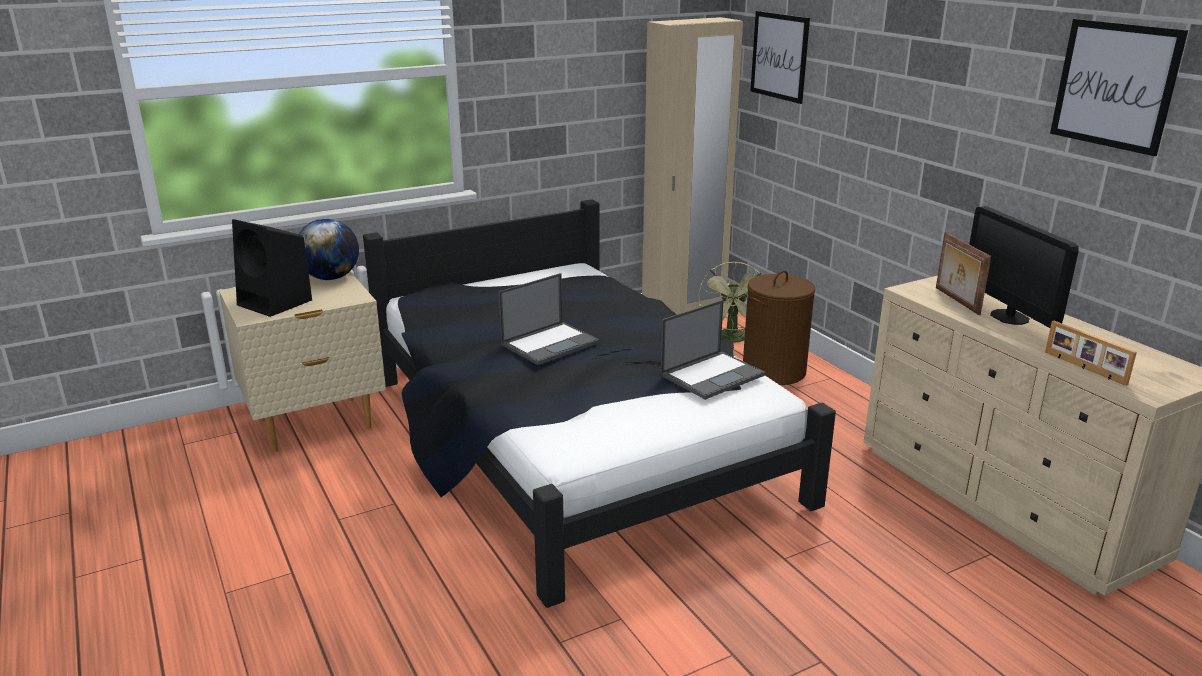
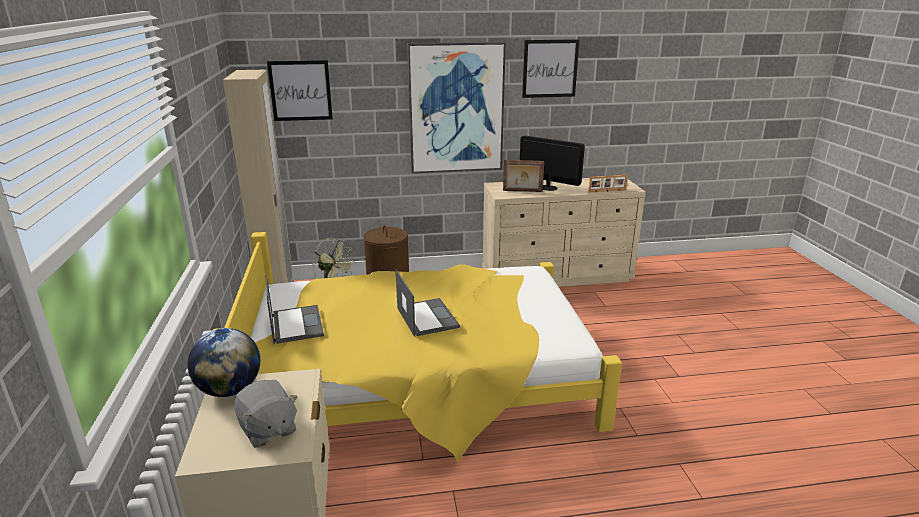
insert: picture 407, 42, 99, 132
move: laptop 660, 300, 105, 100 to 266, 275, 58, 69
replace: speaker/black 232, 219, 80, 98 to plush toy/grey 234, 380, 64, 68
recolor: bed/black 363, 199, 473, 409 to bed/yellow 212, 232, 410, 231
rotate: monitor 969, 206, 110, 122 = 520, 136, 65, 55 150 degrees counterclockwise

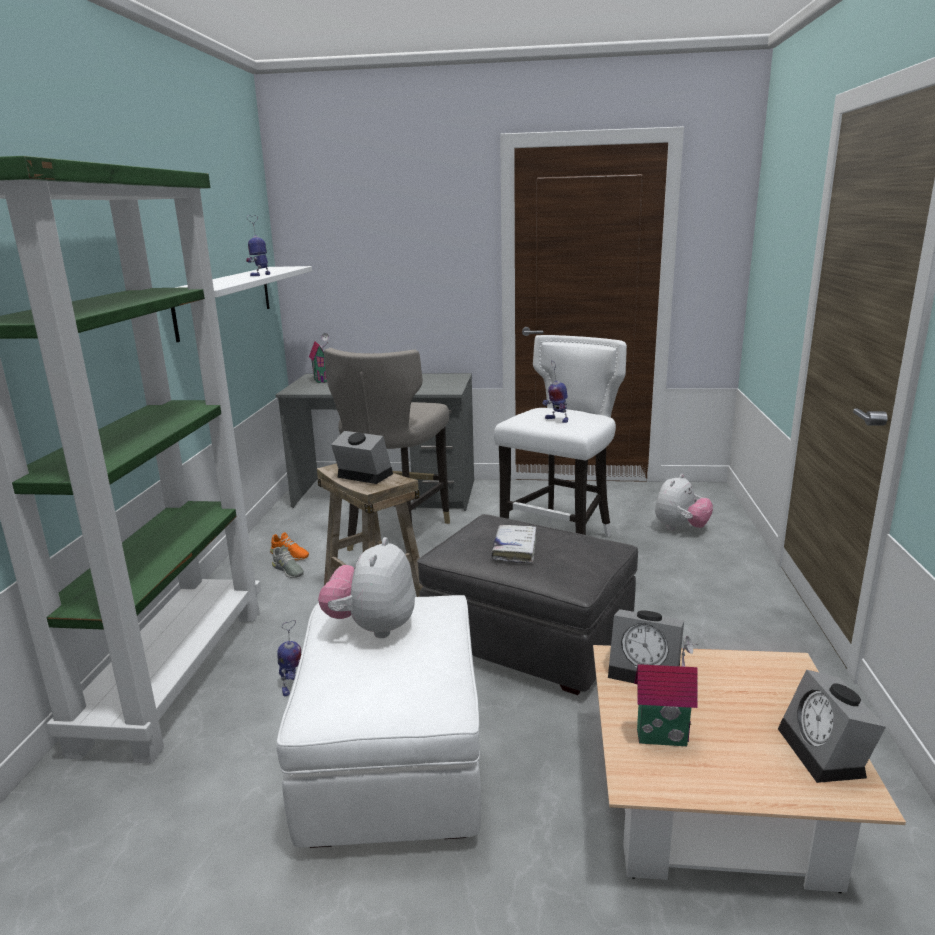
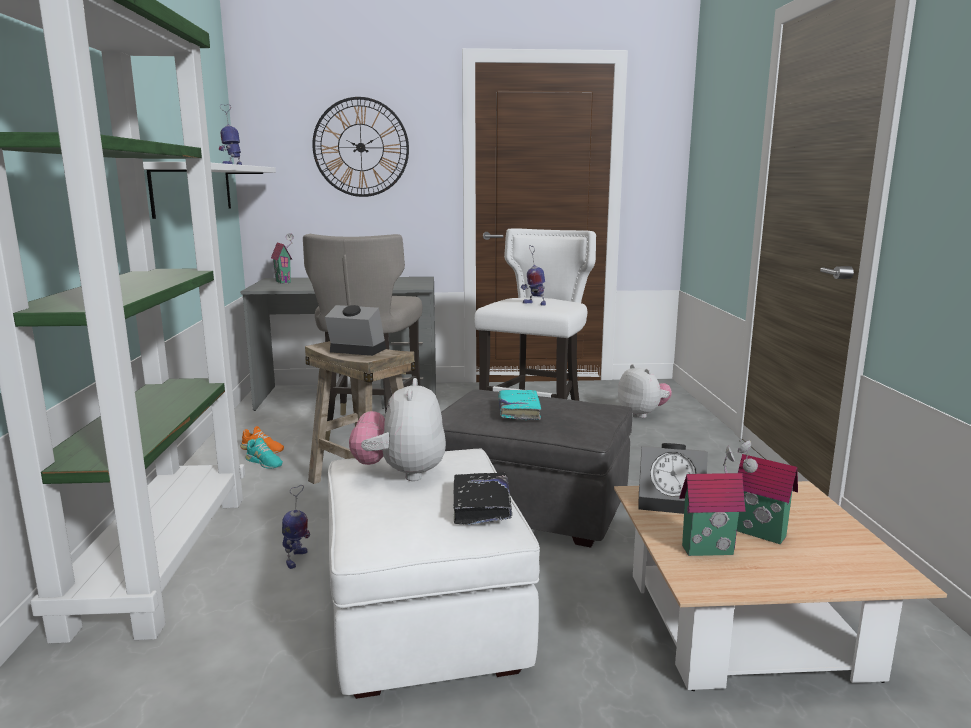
delete: alarm clock 778, 669, 108, 114
insert: wall clock 312, 97, 97, 100; toy house 737, 440, 61, 104; book/black 453, 472, 59, 52
recolor: book/white 491, 525, 45, 39 to book/turquoise 499, 390, 42, 31; shoe/grey 272, 547, 32, 31 to shoe/turquoise 246, 438, 37, 31
rotate: plush toy 655, 474, 58, 56 = 618, 364, 54, 54 60 degrees counterclockwise

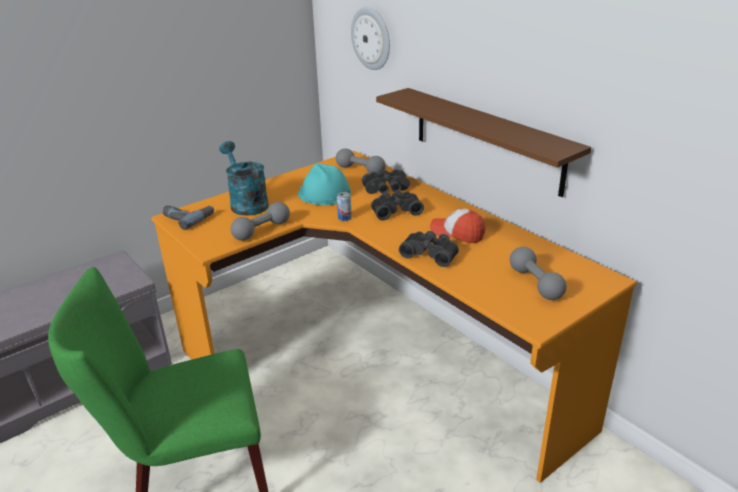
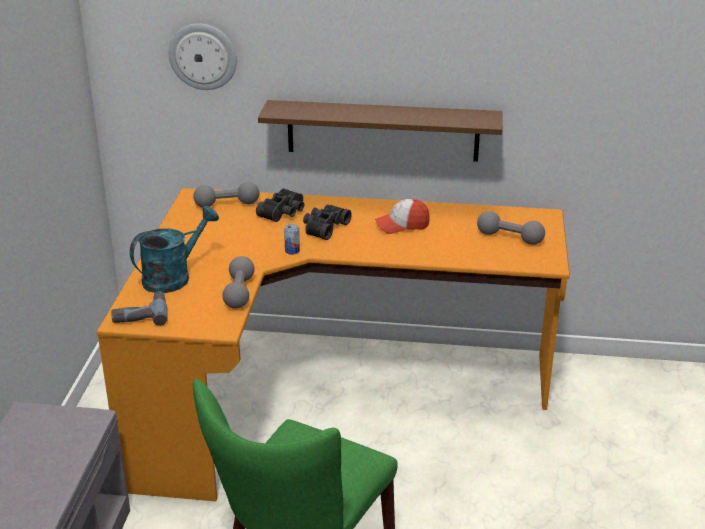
delete: hard hat/turquoise 298, 163, 53, 42; binoculars/black 399, 231, 60, 36
rotate: watering can/turquoise 219, 141, 50, 75 = 130, 206, 89, 87 120 degrees clockwise

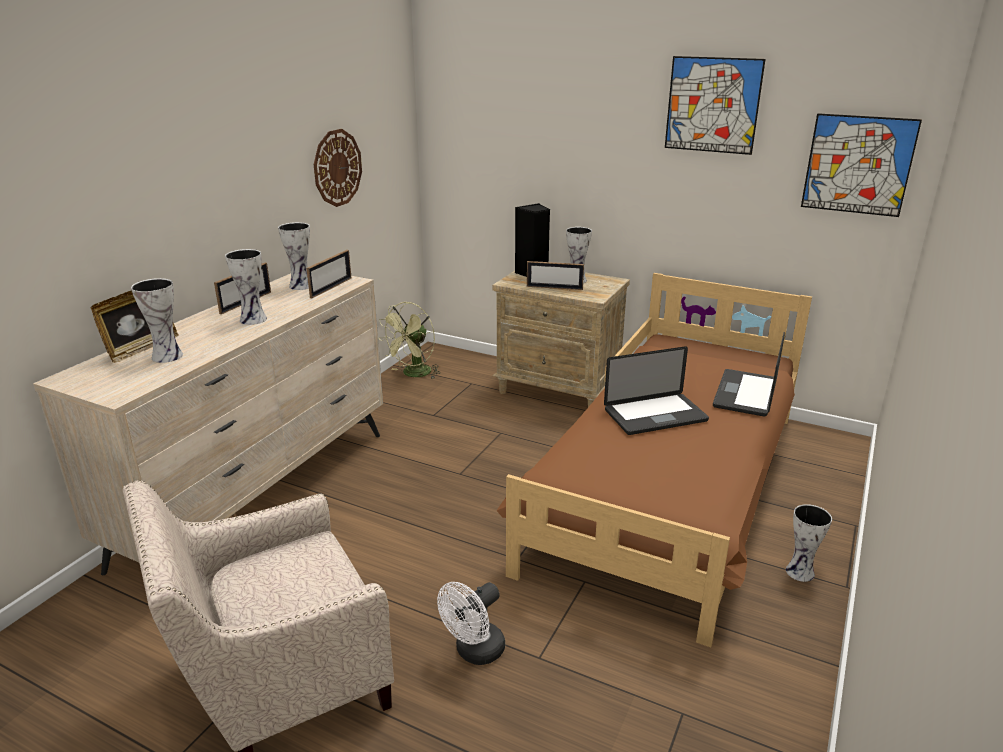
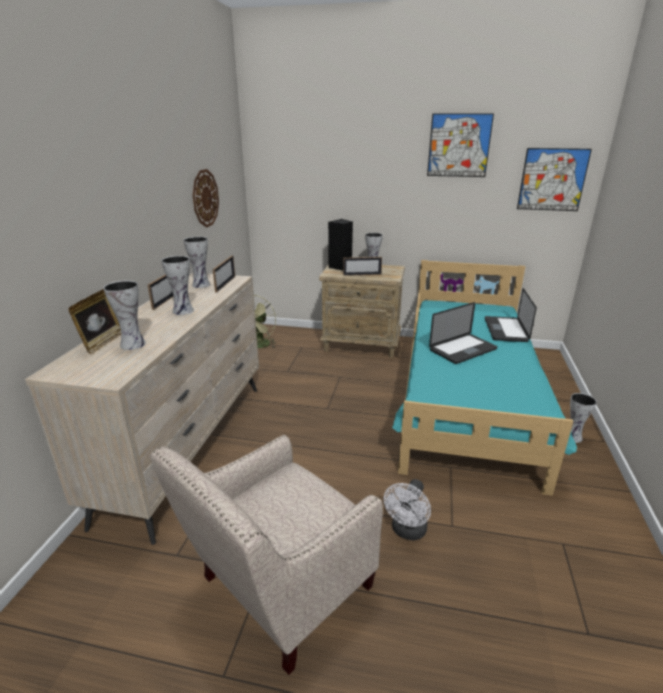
recolor: bed/brown 496, 273, 316, 374 to bed/turquoise 392, 260, 185, 236

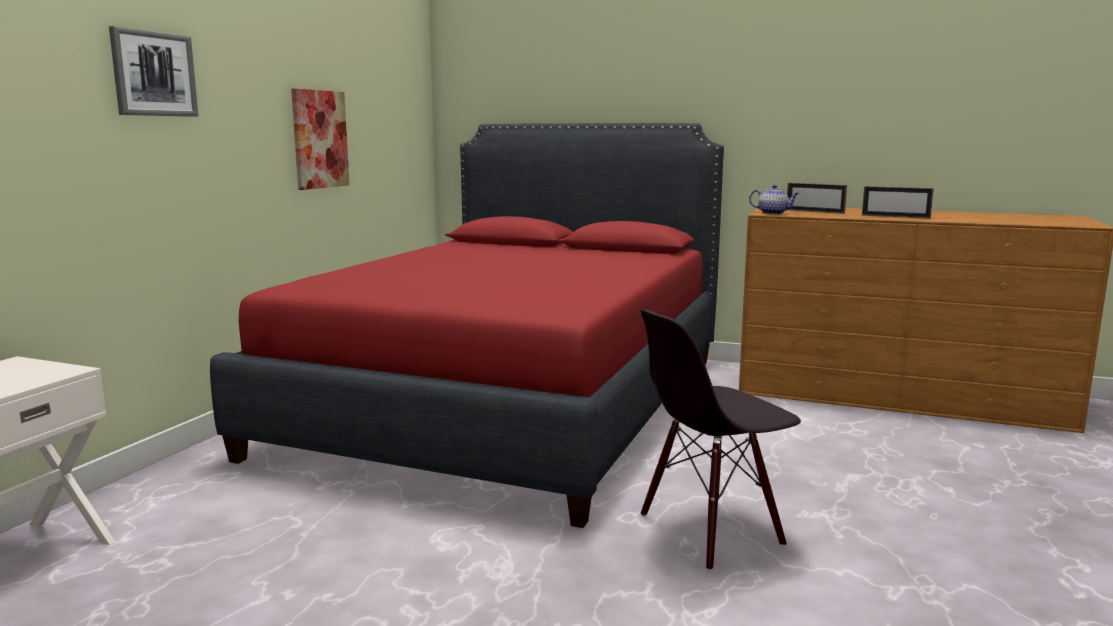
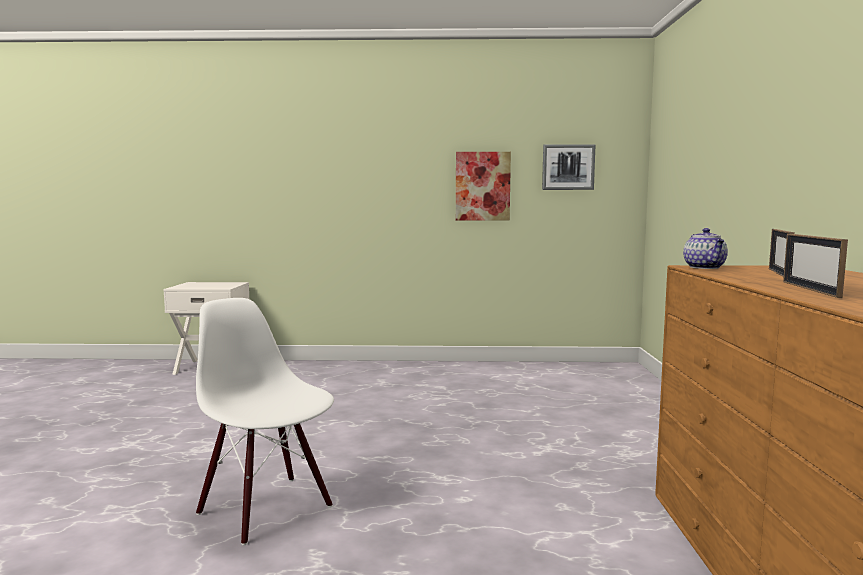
delete: bed/red 210, 123, 514, 405
move: picture 109, 26, 90, 91 to 542, 144, 53, 46
recolor: chair/black 640, 309, 161, 262 to chair/white 196, 298, 138, 247

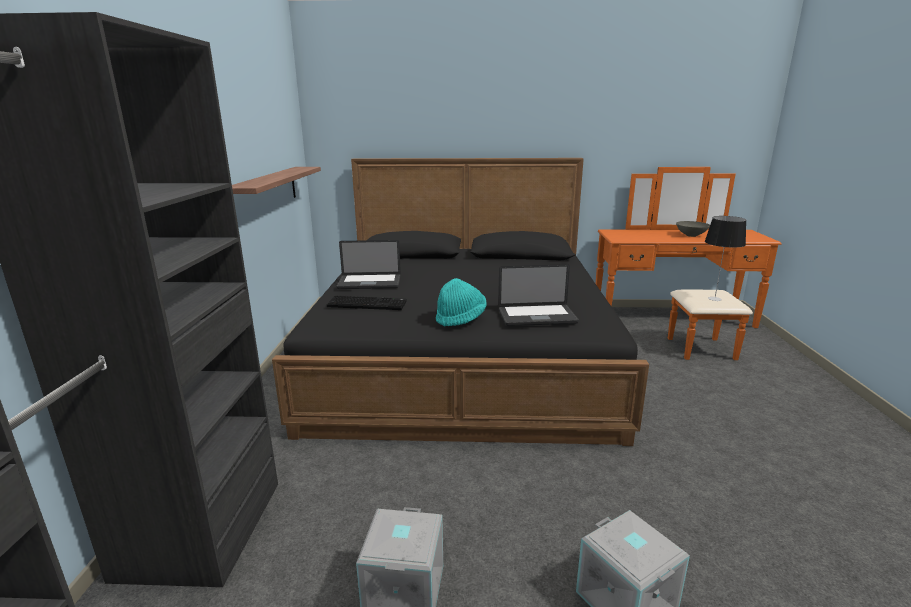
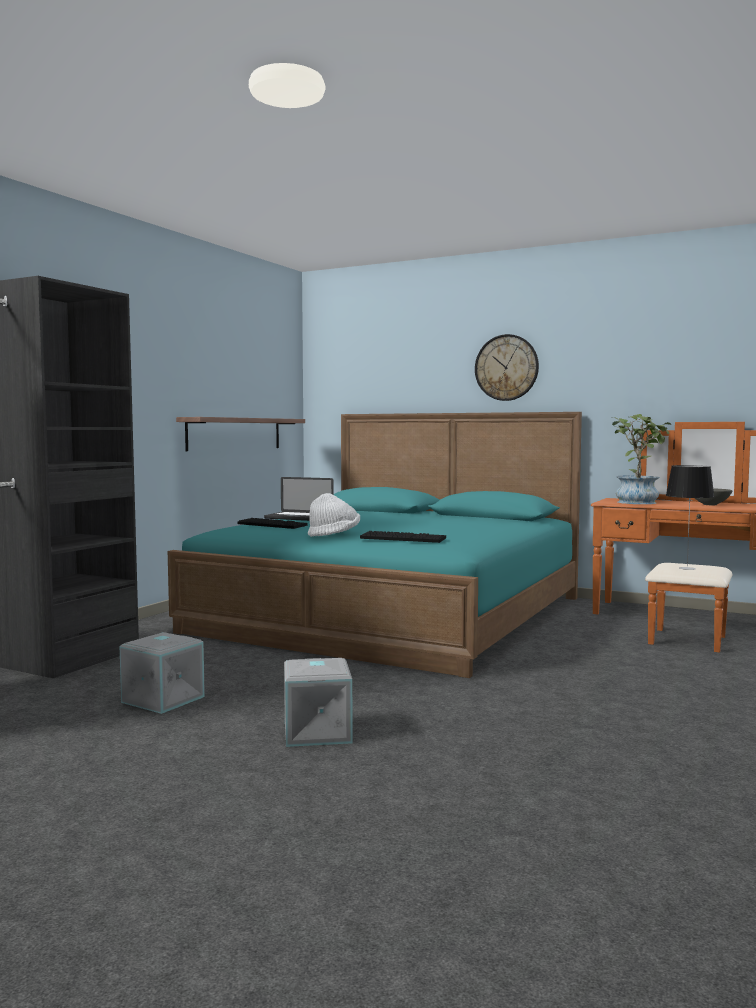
insert: wall clock 475, 334, 64, 67; potted plant 612, 414, 59, 90
replace: laptop 498, 264, 81, 62 to keyboard 360, 531, 86, 12
recolor: bed/black 272, 158, 377, 288 to bed/turquoise 168, 412, 414, 266; hat/turquoise 436, 278, 51, 49 to hat/white 308, 493, 52, 44

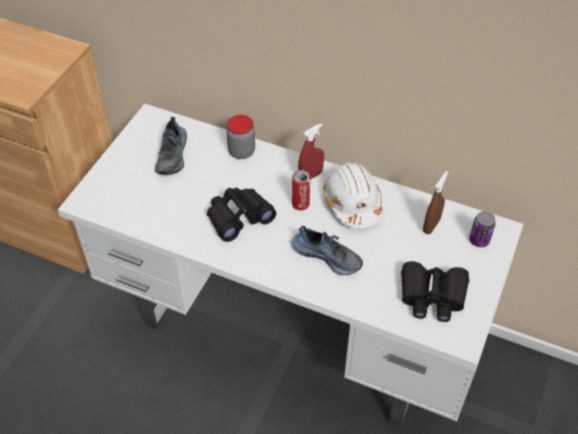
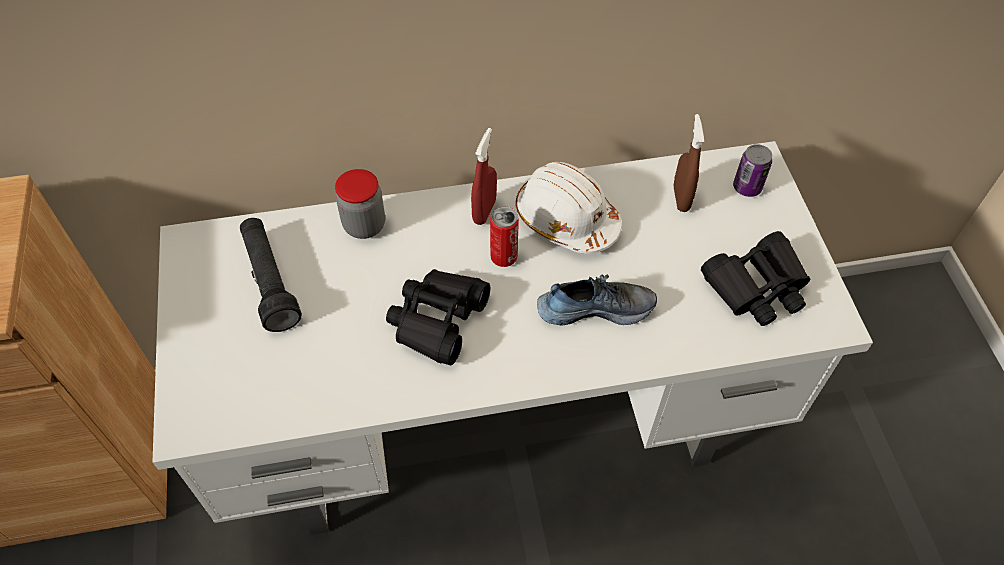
replace: shoe 155, 117, 32, 58 to flashlight/black 240, 218, 62, 114

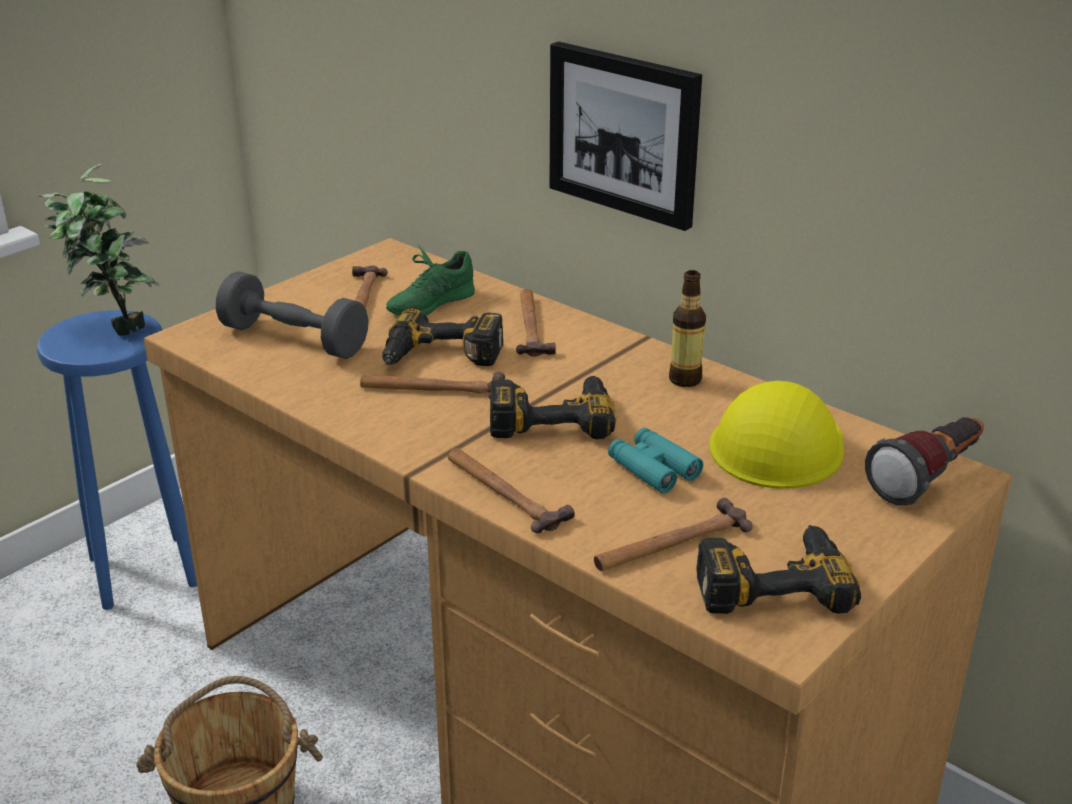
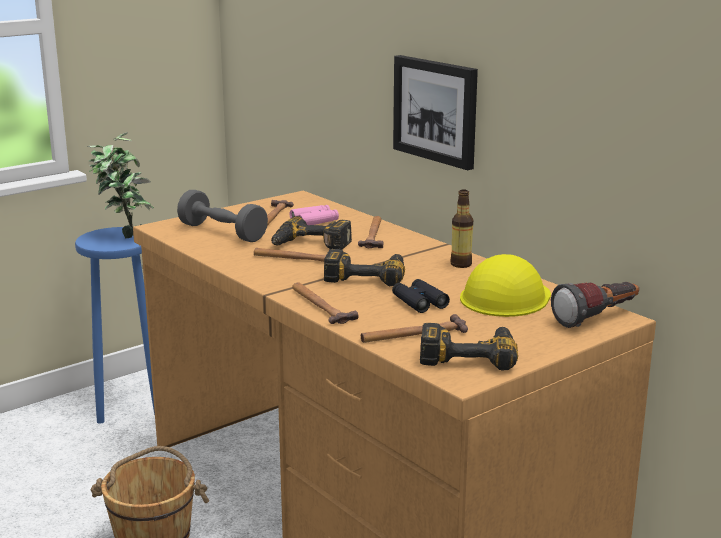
replace: shoe/green 386, 245, 89, 70 to binoculars/pink 290, 205, 49, 20
recolor: binoculars/turquoise 608, 428, 95, 65 to binoculars/black 392, 279, 58, 34

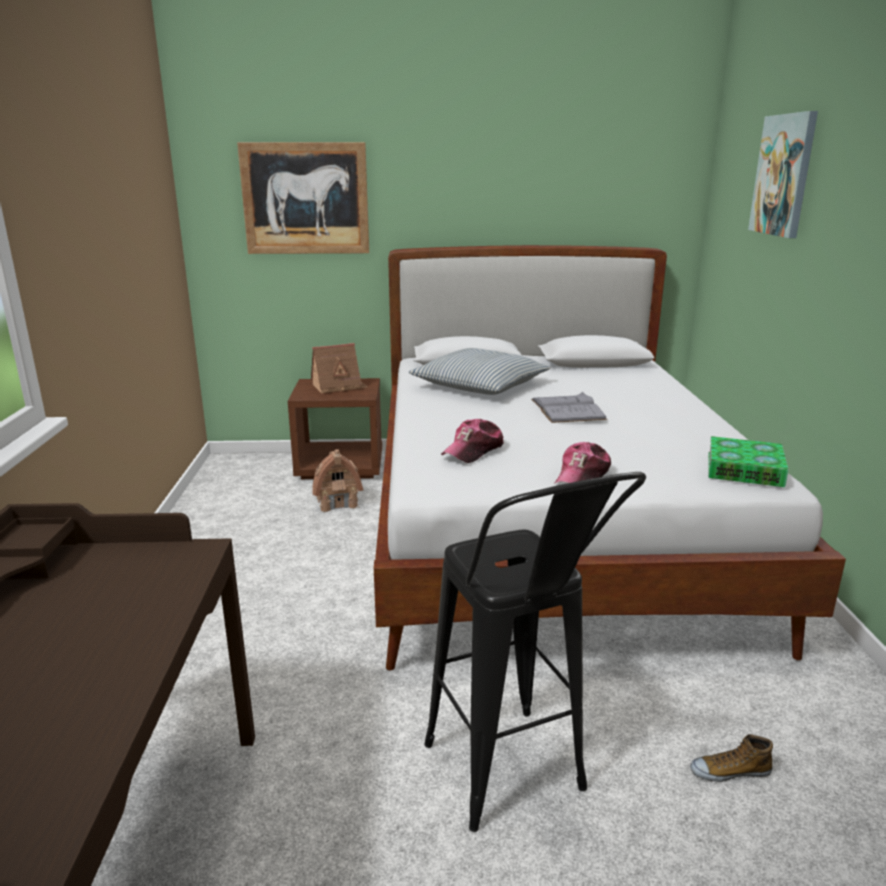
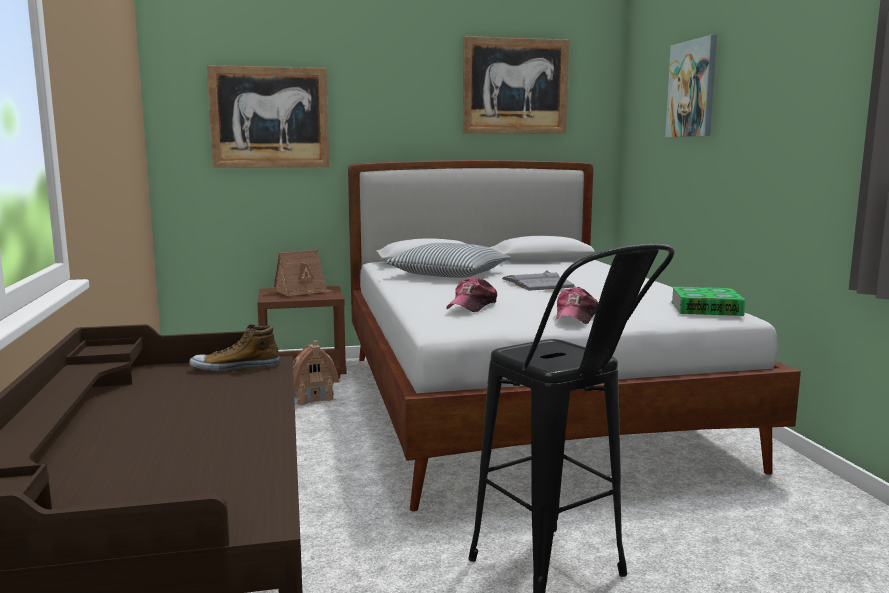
insert: picture 463, 36, 106, 98
move: shoe 690, 734, 83, 48 to 189, 324, 91, 48

